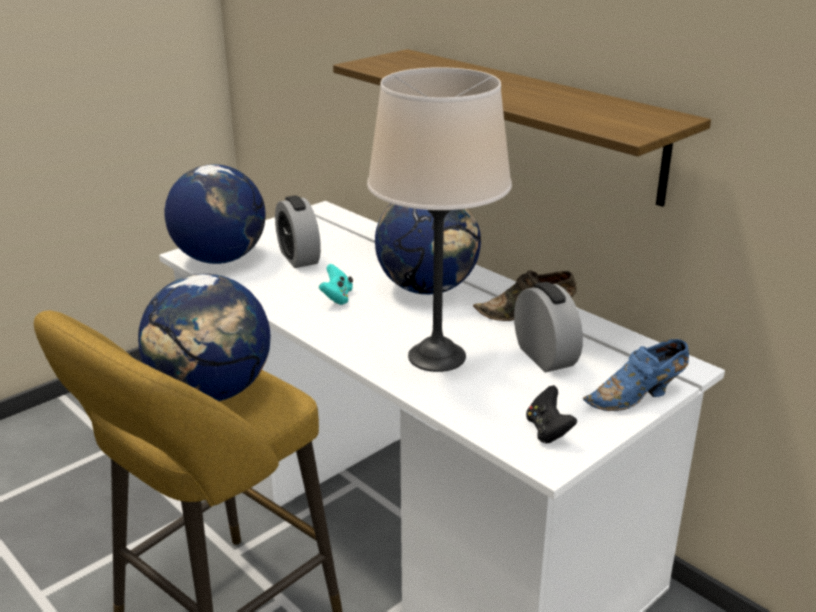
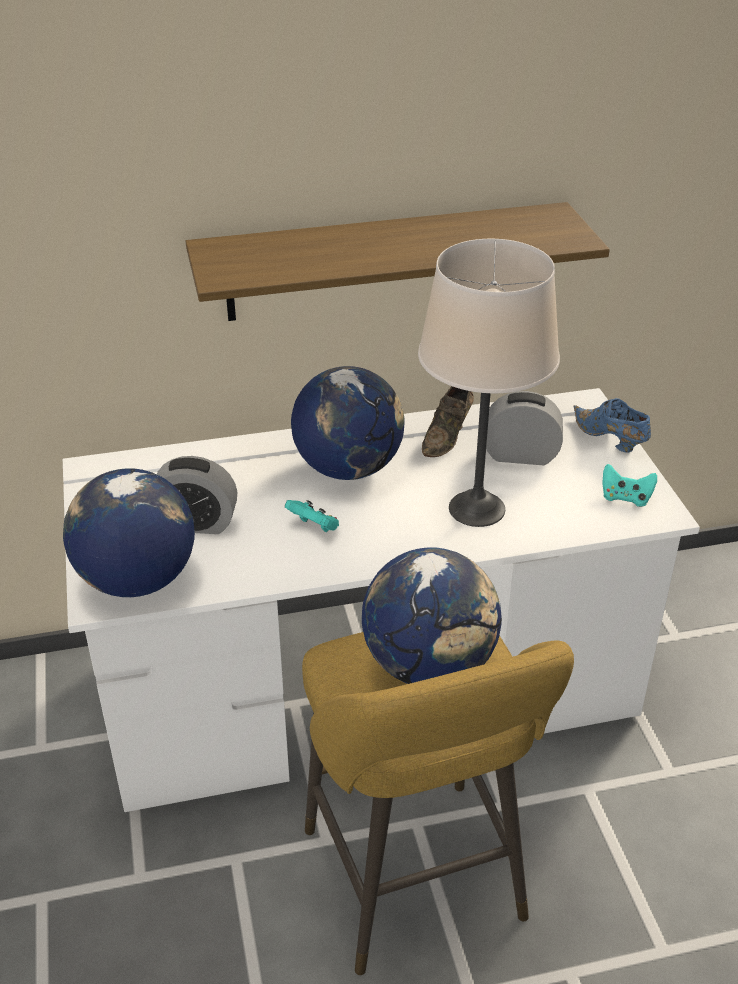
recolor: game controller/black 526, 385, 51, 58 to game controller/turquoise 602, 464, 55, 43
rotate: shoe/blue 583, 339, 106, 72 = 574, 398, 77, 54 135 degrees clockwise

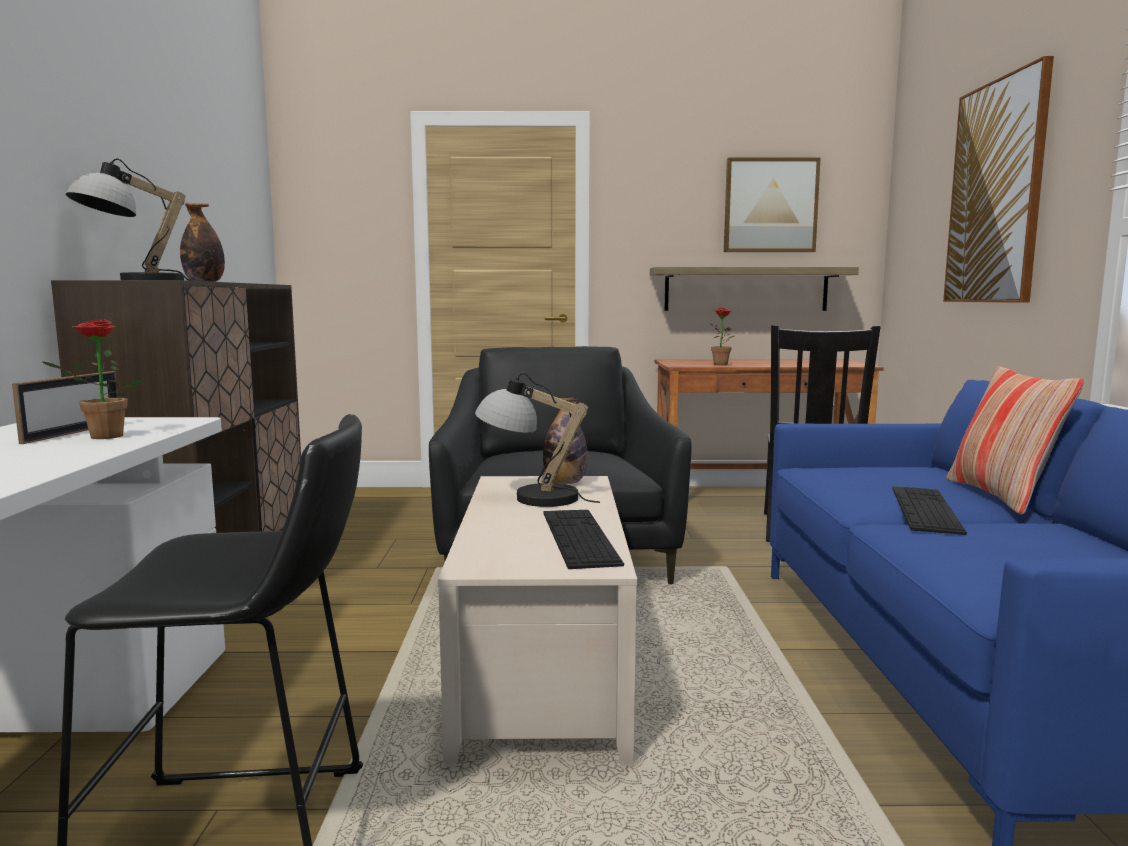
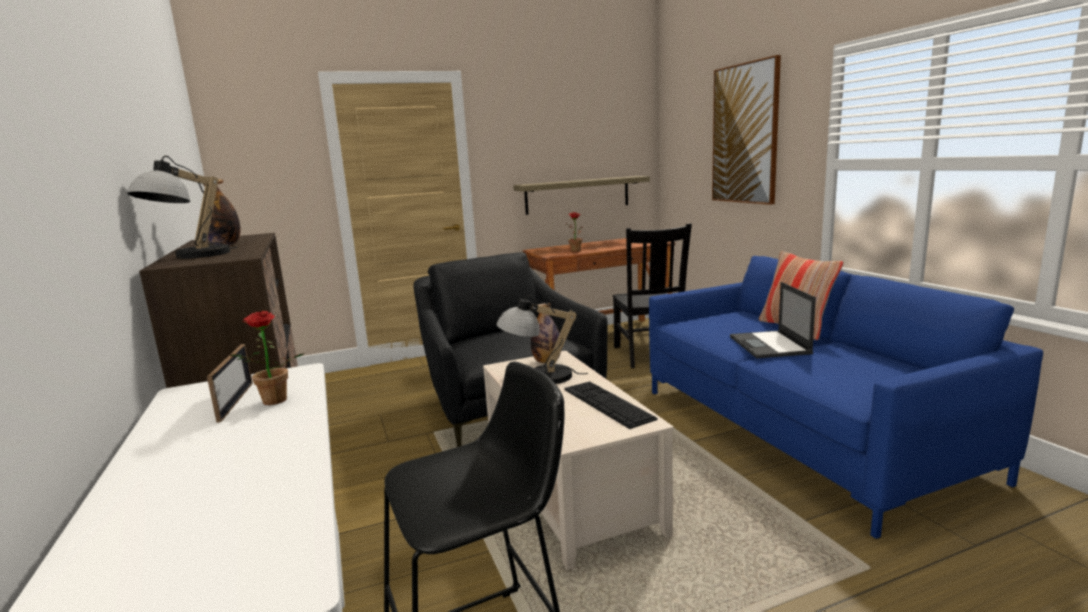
delete: picture 724, 157, 97, 95
replace: keyboard 892, 486, 75, 49 to laptop 730, 282, 86, 76

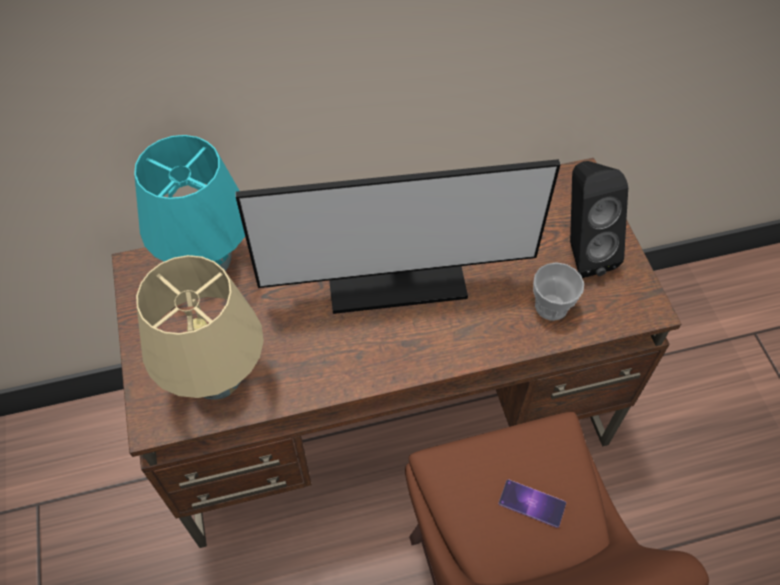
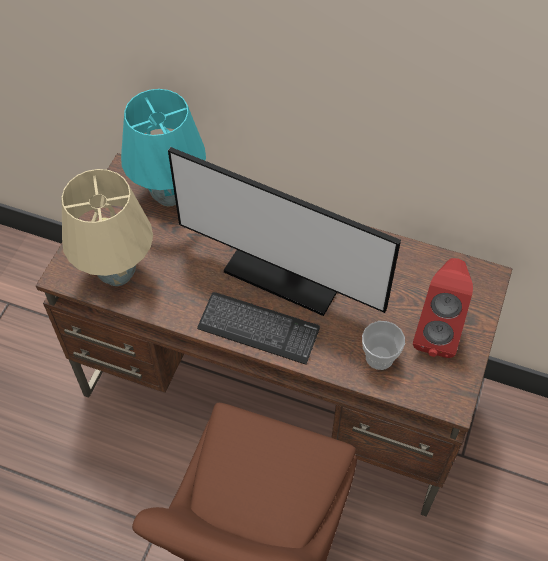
delete: phone 498, 480, 68, 48
insert: keyboard 197, 292, 123, 73
recolor: speaker/black 570, 161, 58, 117 to speaker/red 413, 258, 60, 100

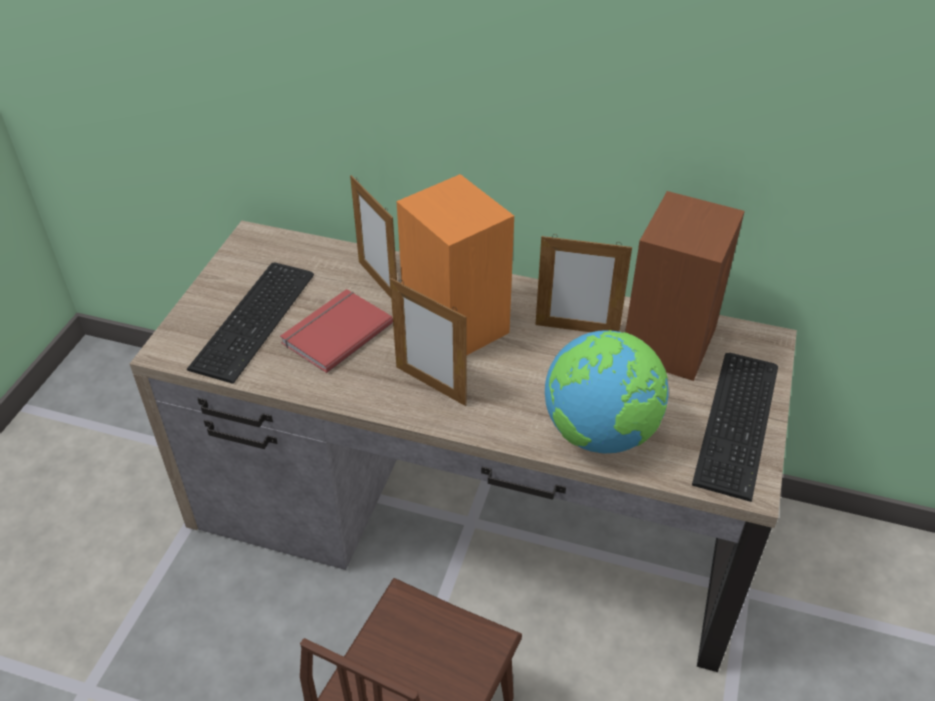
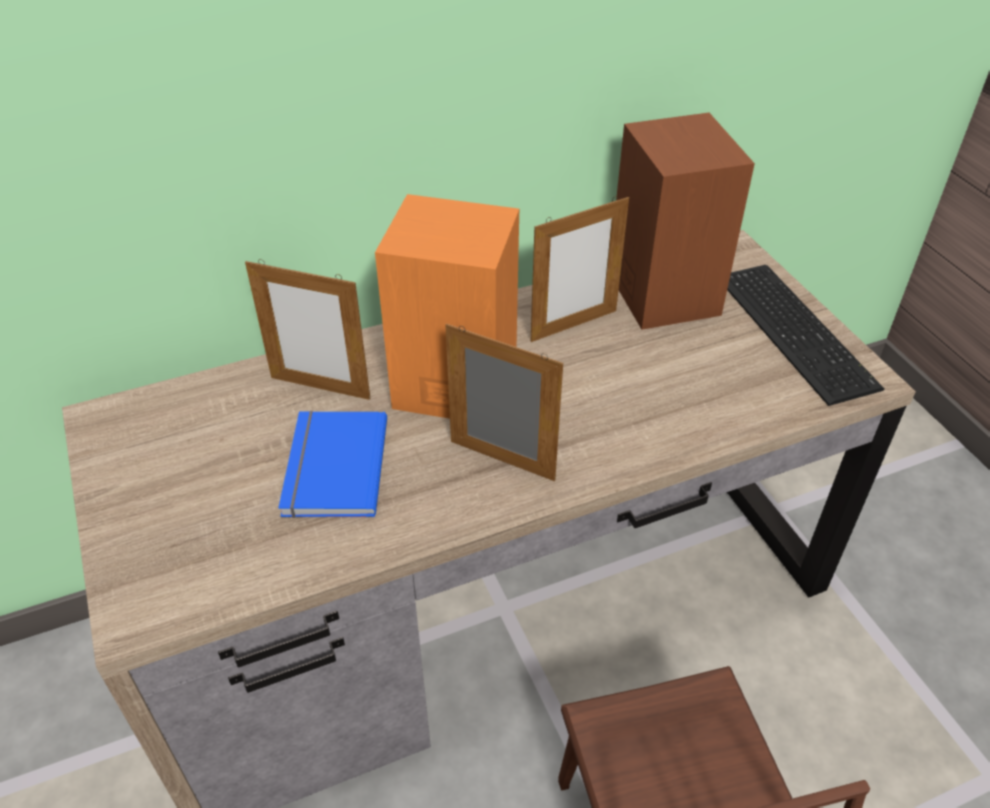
delete: keyboard 187, 263, 127, 121; globe 545, 330, 123, 124
recolor: book/red 280, 289, 113, 84 to book/blue 278, 411, 109, 107
rotate: picture frame 390, 278, 76, 128 = 445, 324, 118, 157 150 degrees counterclockwise

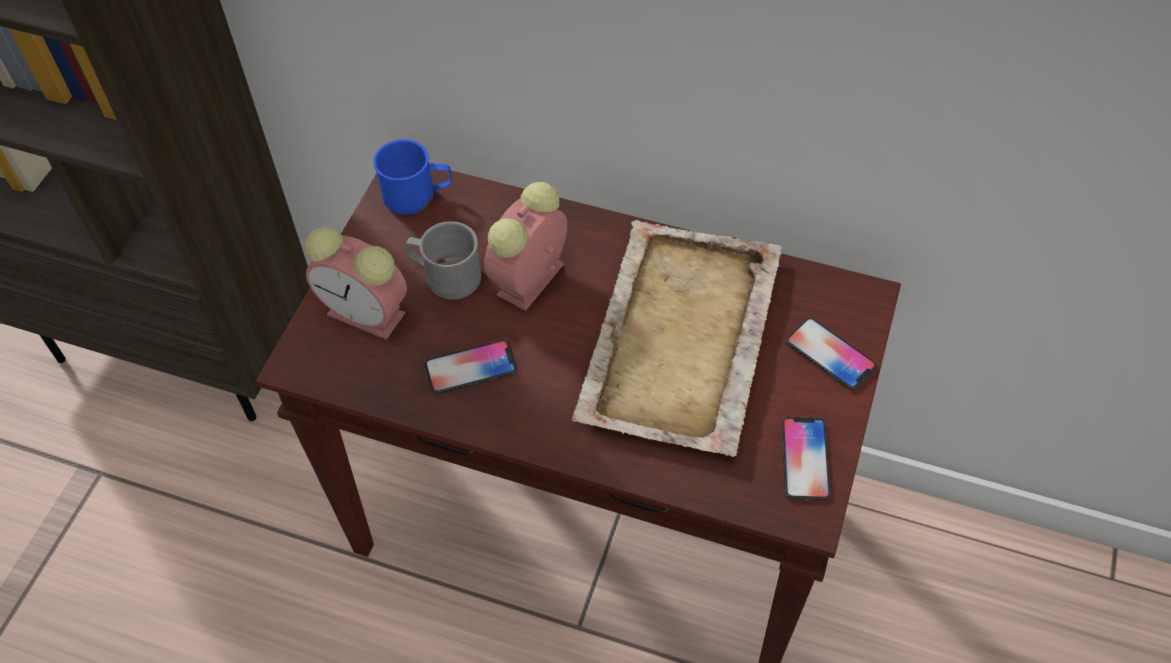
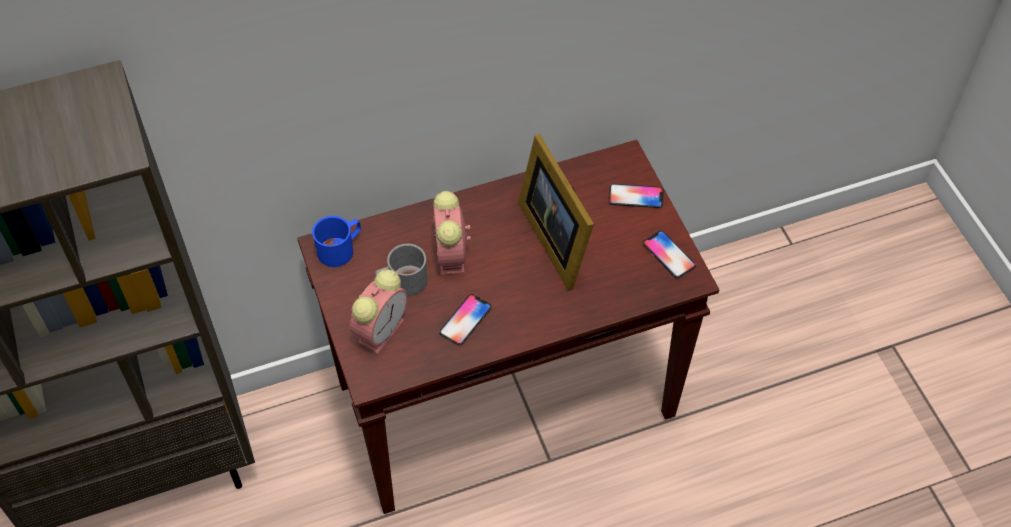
replace: tray/beige 572, 220, 210, 237 to picture frame 518, 134, 76, 157
rotate: alarm clock 305, 227, 102, 113 = 350, 270, 57, 85 45 degrees counterclockwise

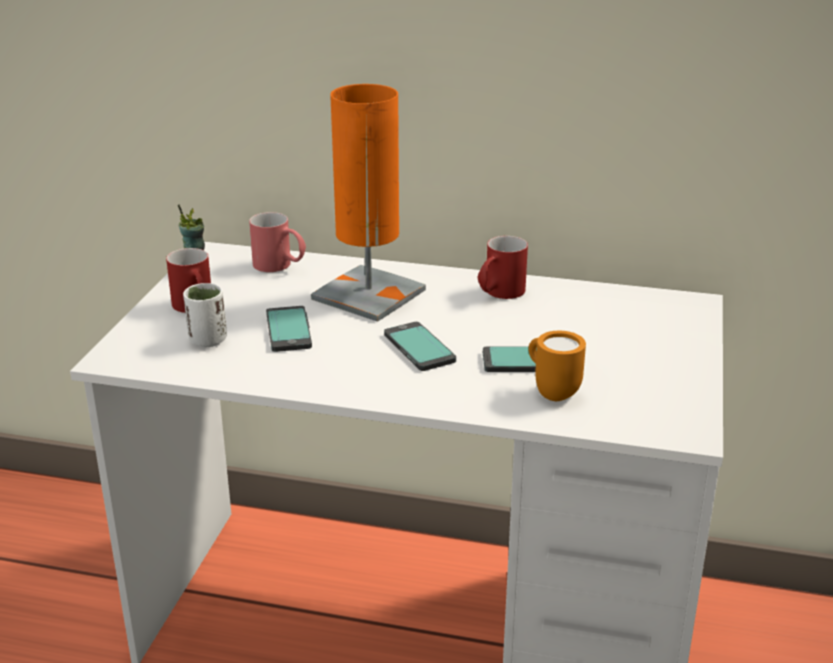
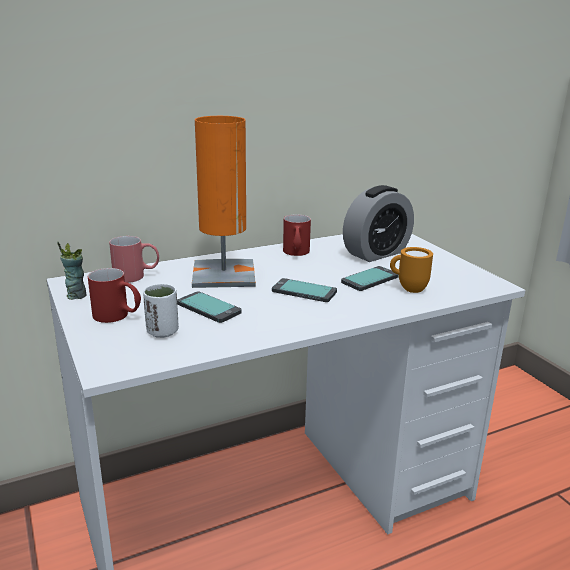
insert: alarm clock 343, 185, 71, 77

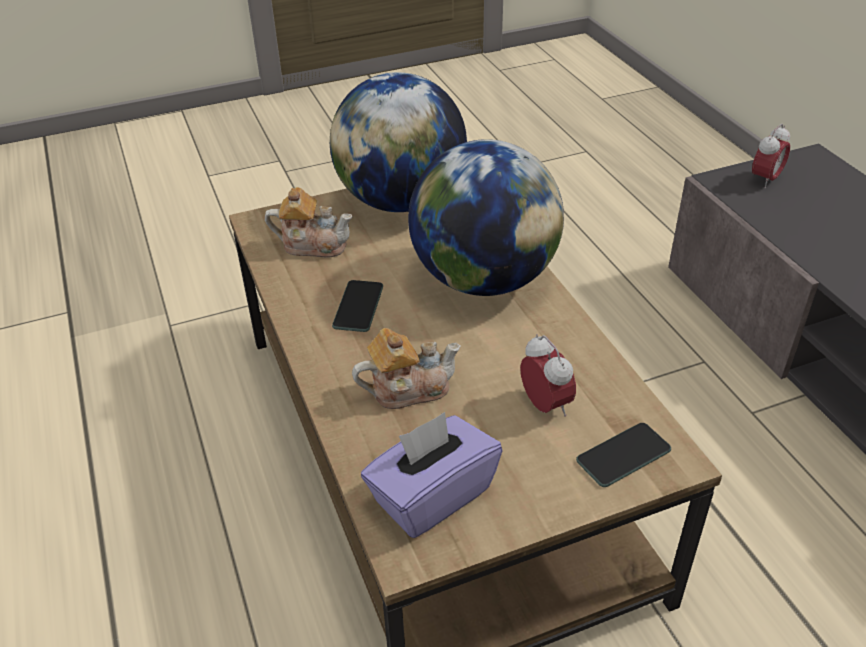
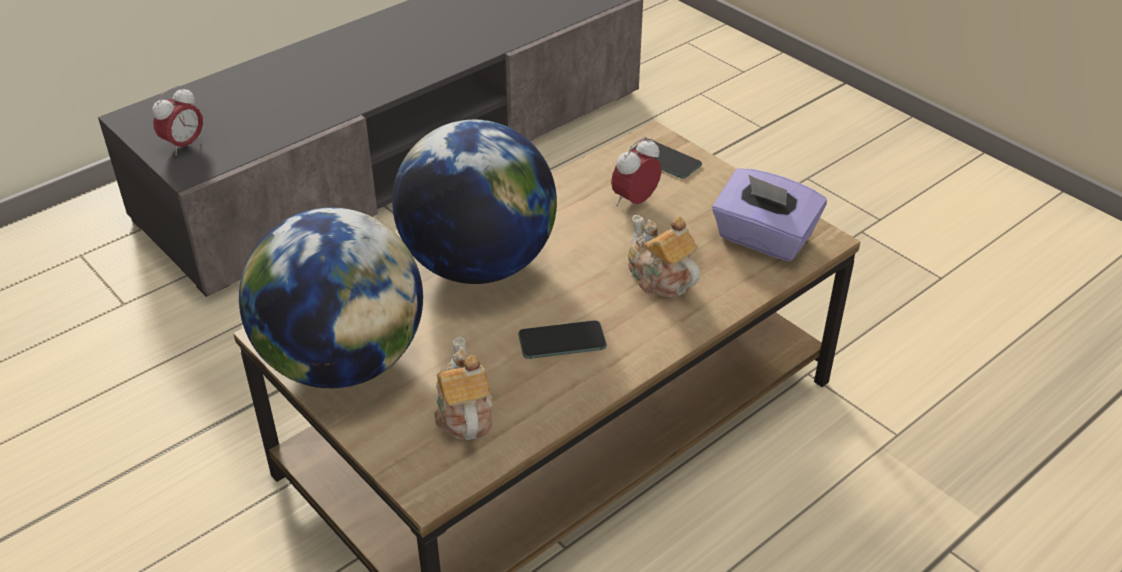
rotate: alarm clock 752, 124, 38, 64 = 152, 86, 51, 69 105 degrees clockwise

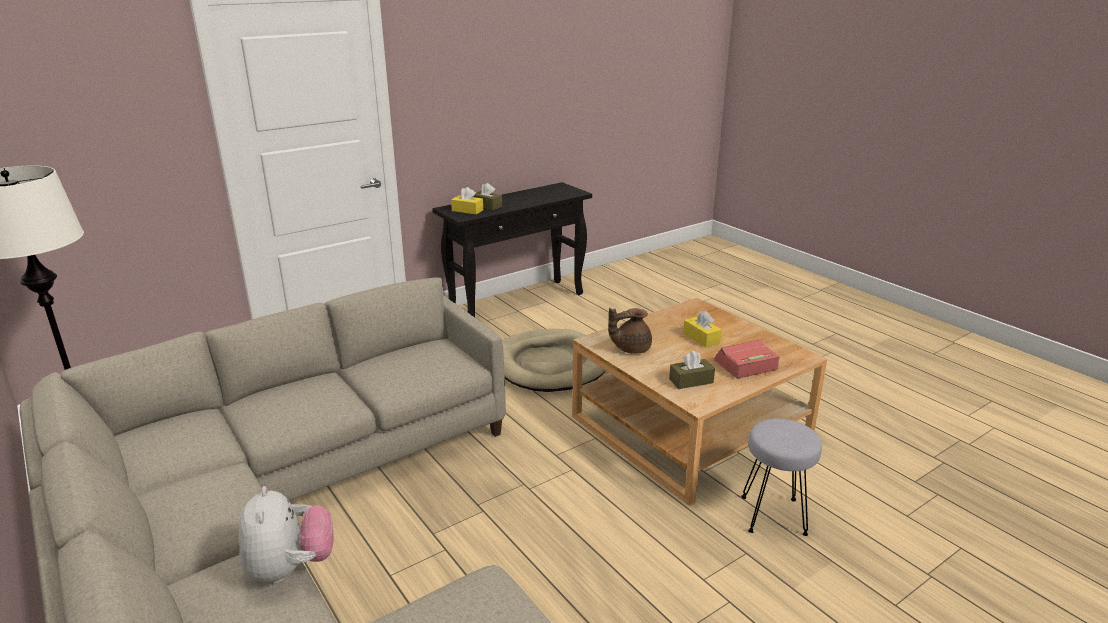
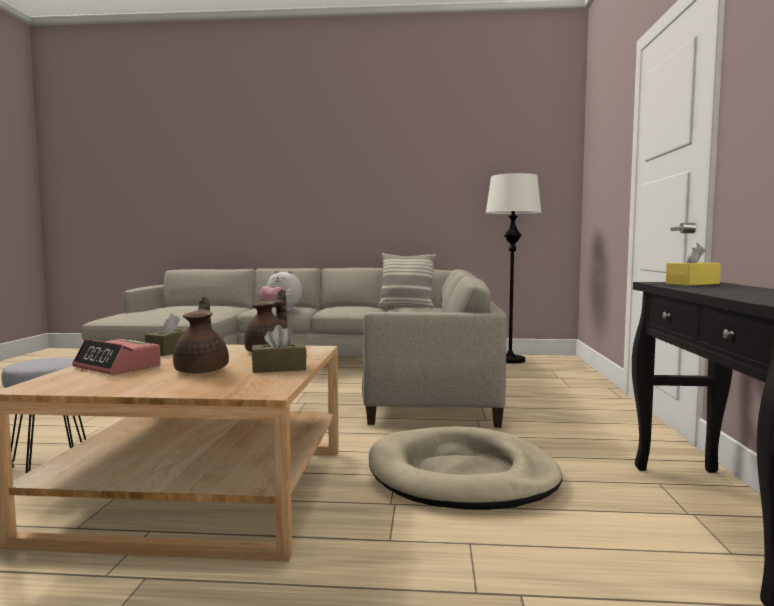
insert: pillow 378, 253, 58, 54
move: tissue box/brown 473, 183, 29, 27 to 251, 325, 56, 48
replace: tissue box/yellow 683, 311, 39, 36 to teapot/brown 173, 296, 56, 78
rotate: alarm clock 714, 339, 66, 40 = 72, 339, 89, 36 105 degrees clockwise

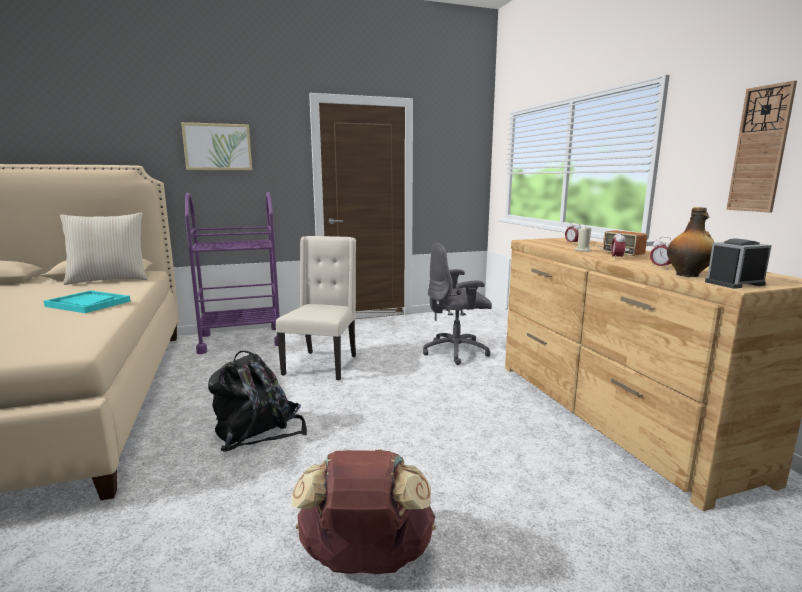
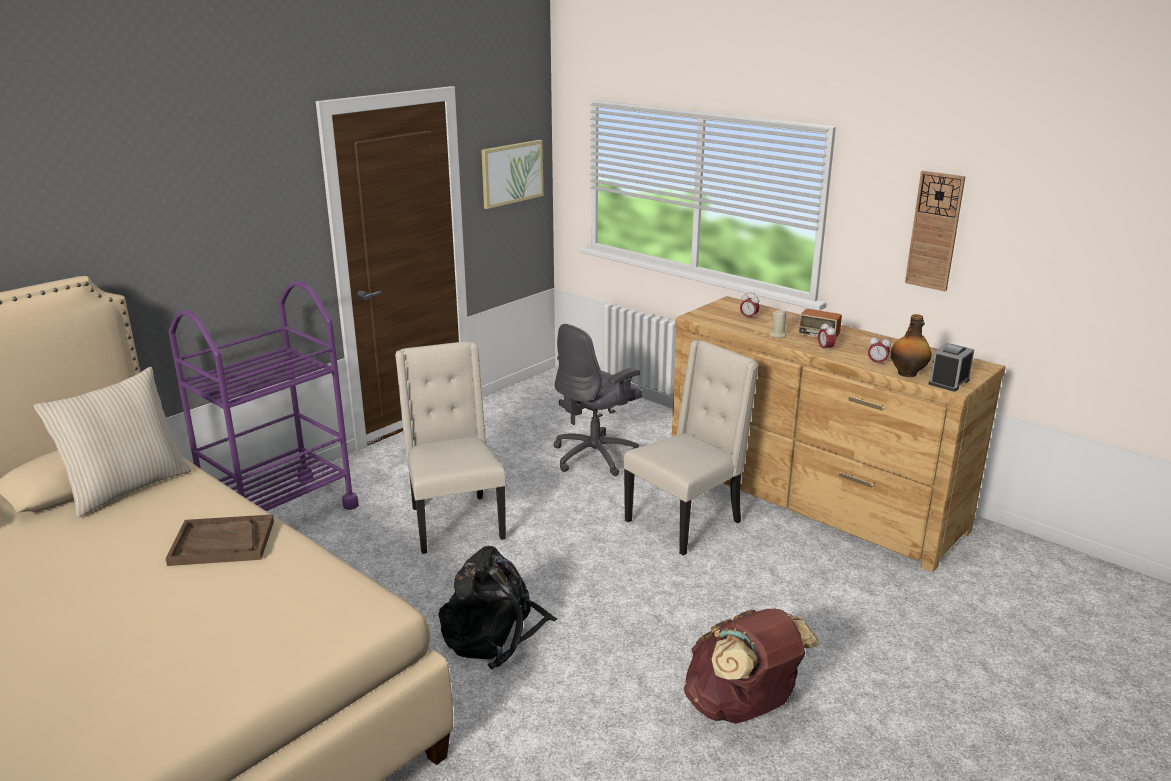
insert: chair/beige 623, 340, 136, 215
move: picture 181, 122, 71, 48 to 481, 140, 62, 69
recolor: tray/turquoise 44, 290, 87, 23 to tray/brown 165, 514, 109, 52

